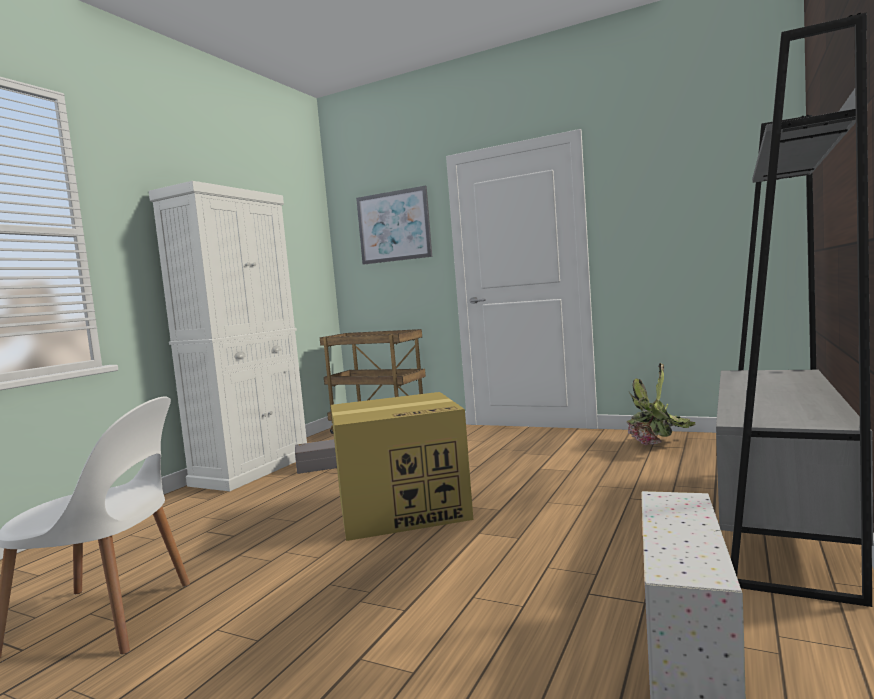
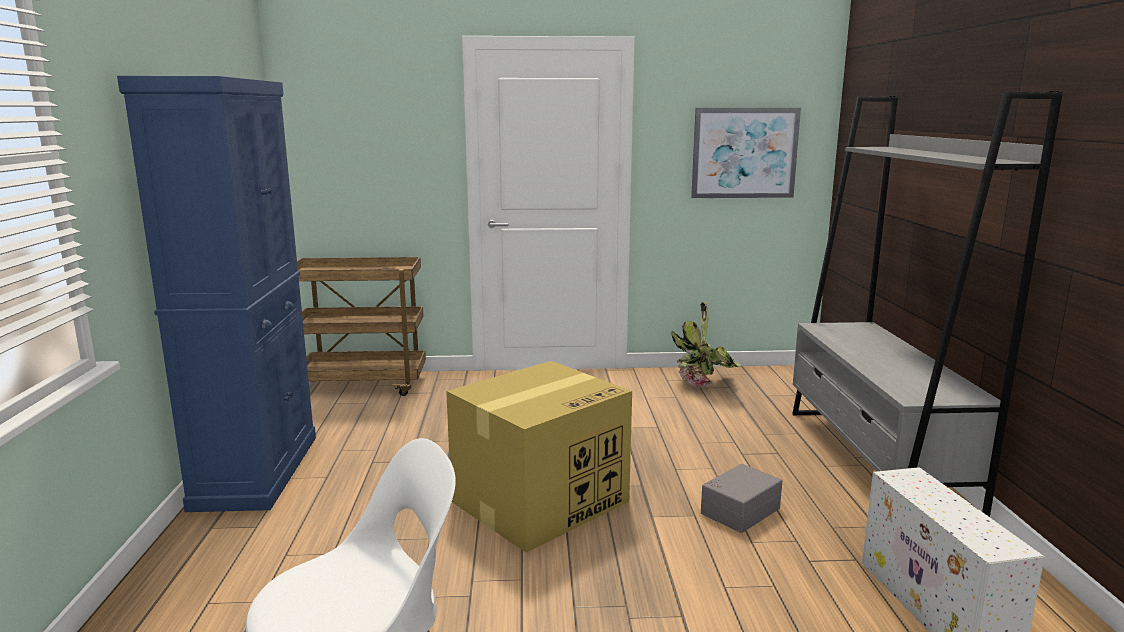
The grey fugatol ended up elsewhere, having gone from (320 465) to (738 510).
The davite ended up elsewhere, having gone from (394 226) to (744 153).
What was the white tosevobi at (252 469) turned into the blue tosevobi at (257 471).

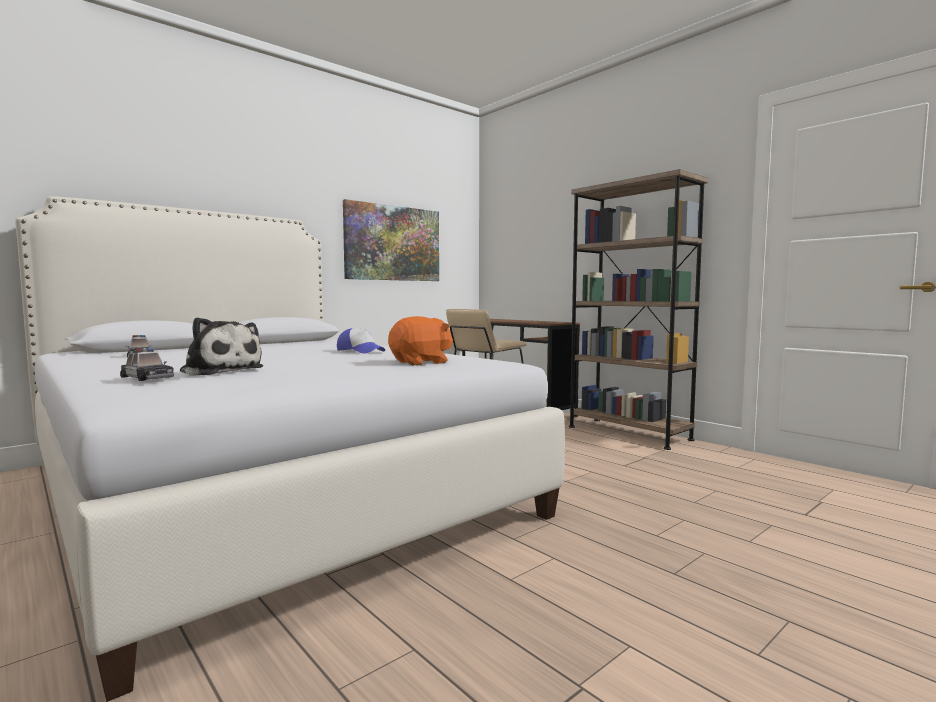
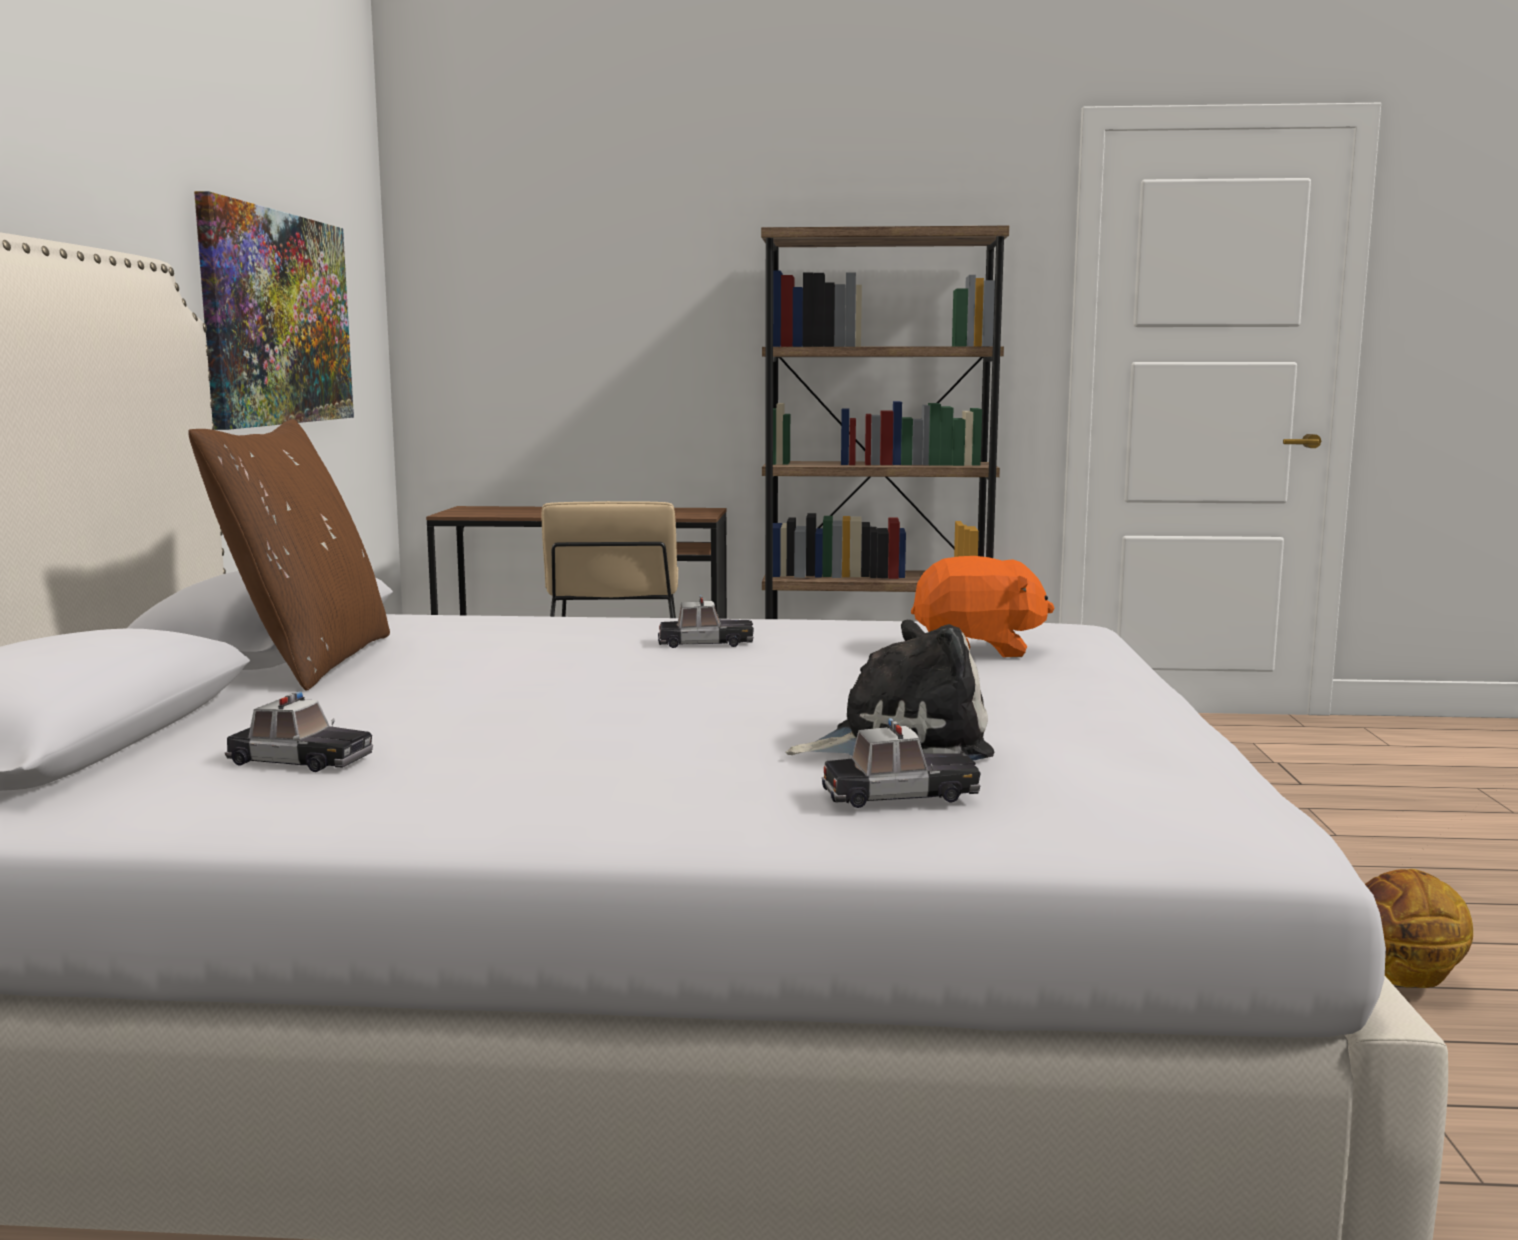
The second view gained the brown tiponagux at (309 661).
The second view gained the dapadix at (1402 981).
Where the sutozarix stood at (361 351), the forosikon came to stand at (705 642).
The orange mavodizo at (421 362) ended up facing another way, 75 degrees clockwise from before.

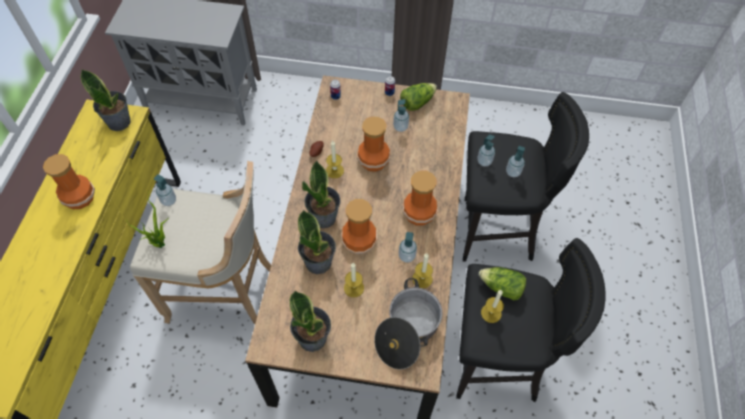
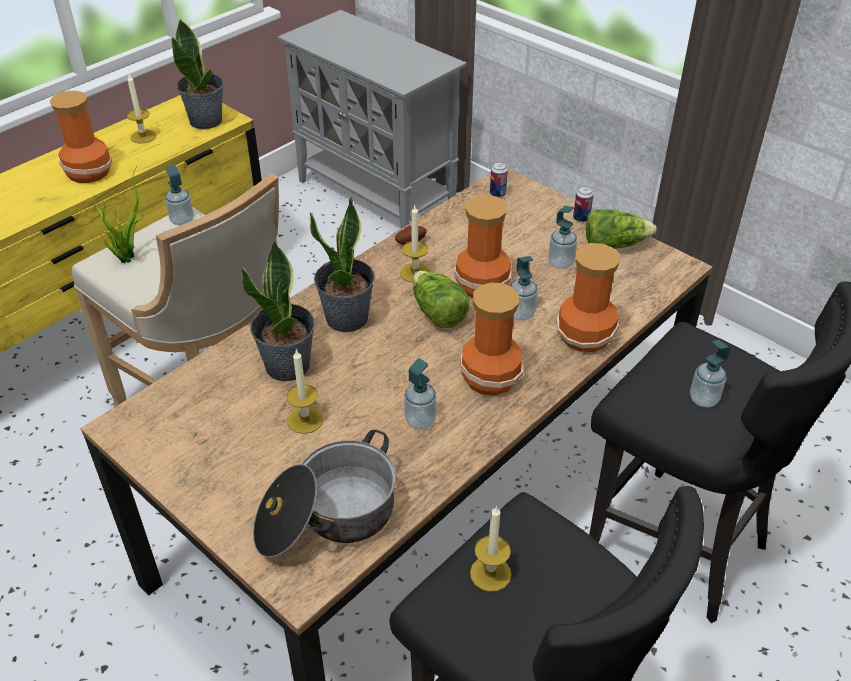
The second view lost the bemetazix at (313 338).
The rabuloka ended up elsewhere, having gone from (359 240) to (586 335).
The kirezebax ended up elsewhere, having gone from (422 279) to (143 136).
The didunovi ended up elsewhere, having gone from (484 161) to (521 314).
The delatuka ended up elsewhere, having gone from (501 288) to (437 313).

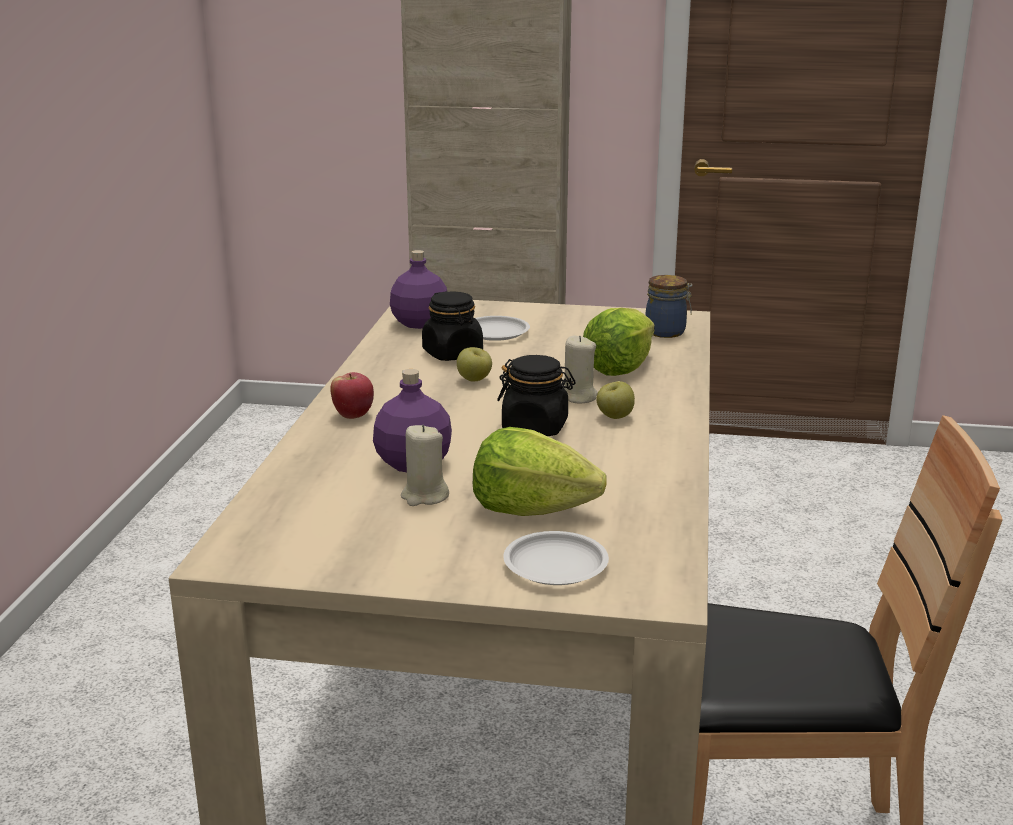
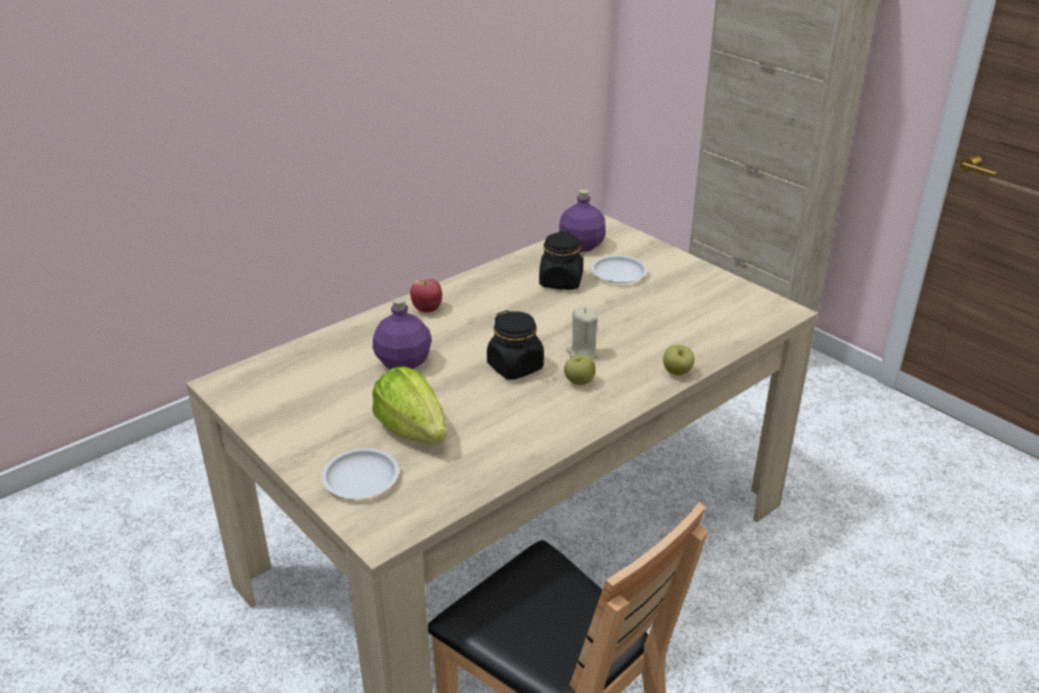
The second view lost the beige kirezebax at (424 496).
The second view lost the delatuka at (619 367).
The second view lost the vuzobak at (667 332).
The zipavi ended up elsewhere, having gone from (474 380) to (677 372).

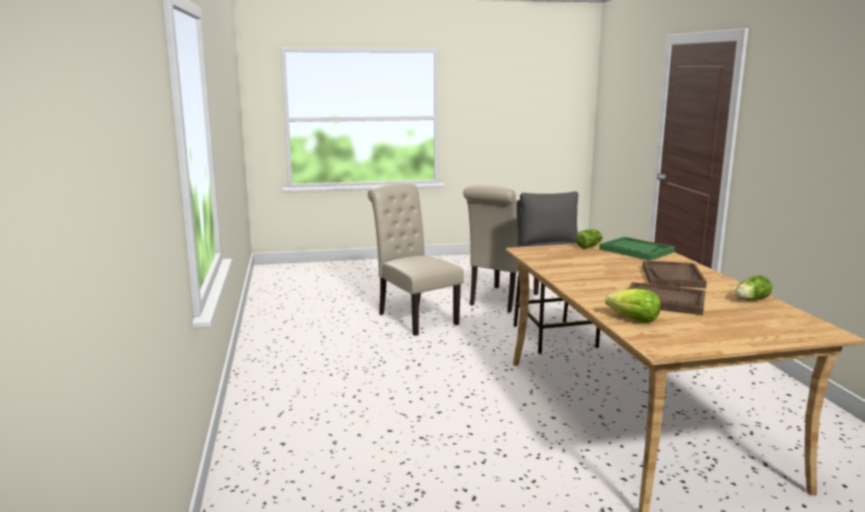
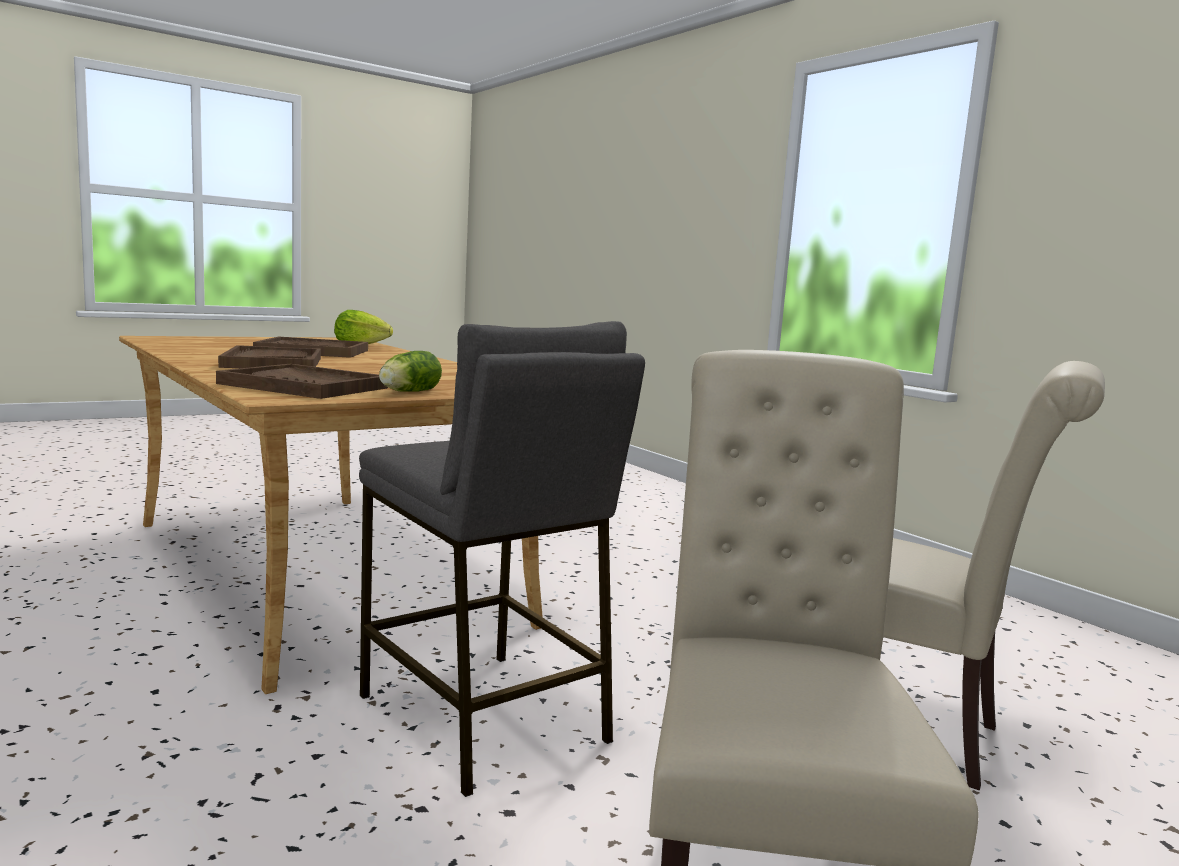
The second view lost the delatuka at (750 300).
What was the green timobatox at (636 250) turned into the brown timobatox at (304 386).

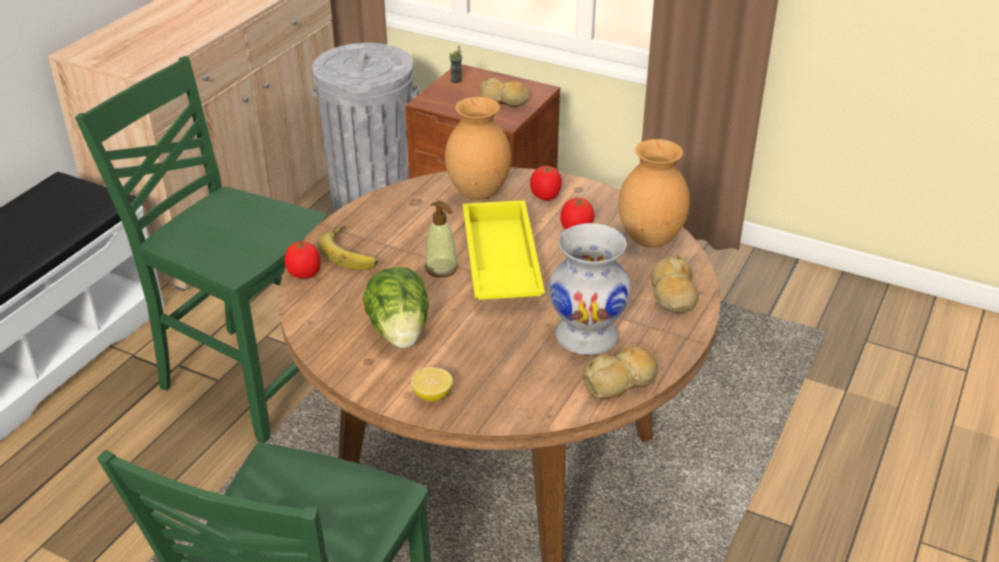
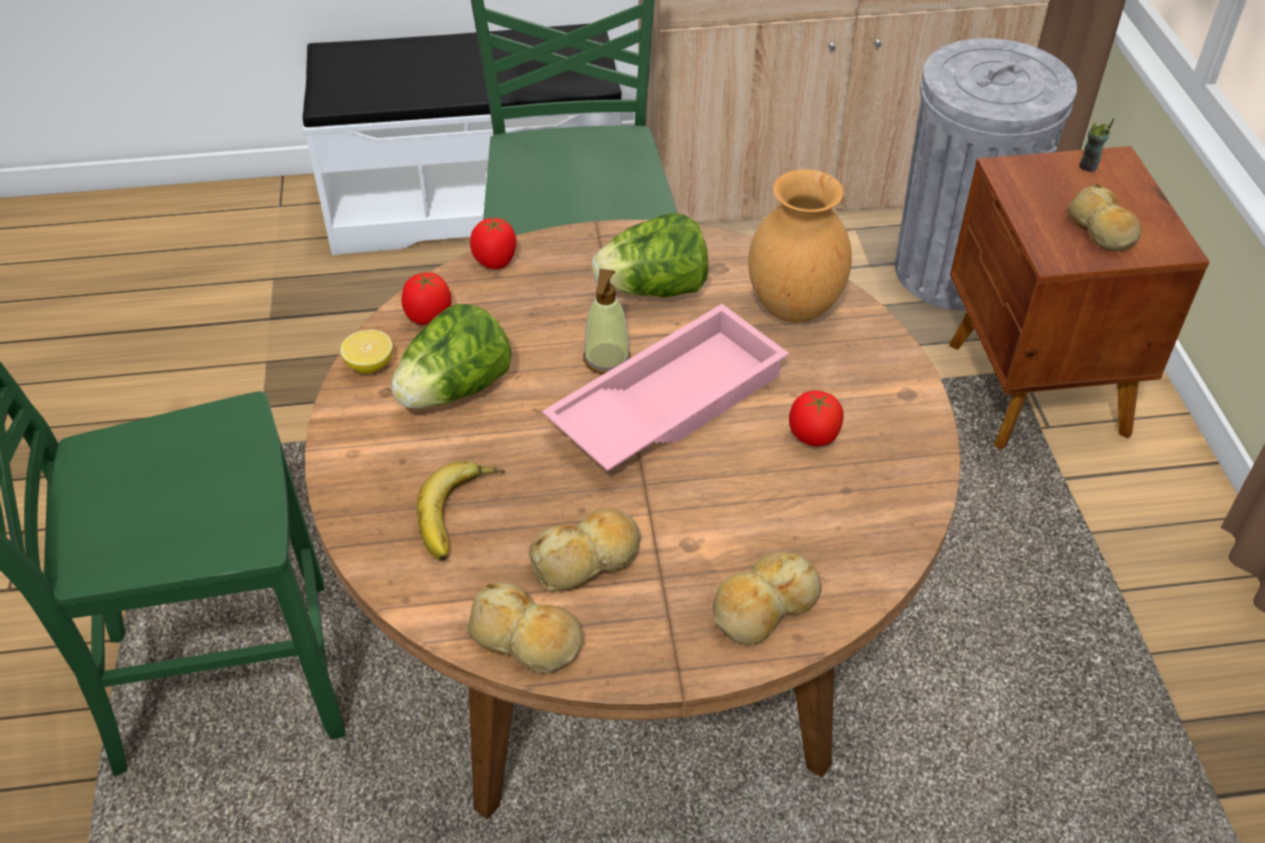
The second view lost the brown rabuloka at (649 240).
The second view gained the delatuka at (654 290).
The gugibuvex ended up elsewhere, having gone from (352 252) to (462 515).
The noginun ended up elsewhere, having gone from (432 395) to (370 364).
The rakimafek ended up elsewhere, having gone from (545 196) to (428 316).
Where the white rabuloka stood at (585 337), the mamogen came to stand at (587 559).
What was the yellow timobatox at (498 262) turned into the pink timobatox at (667 401).

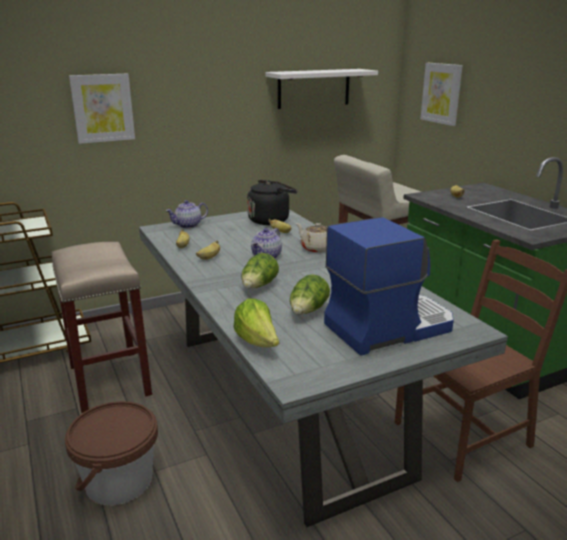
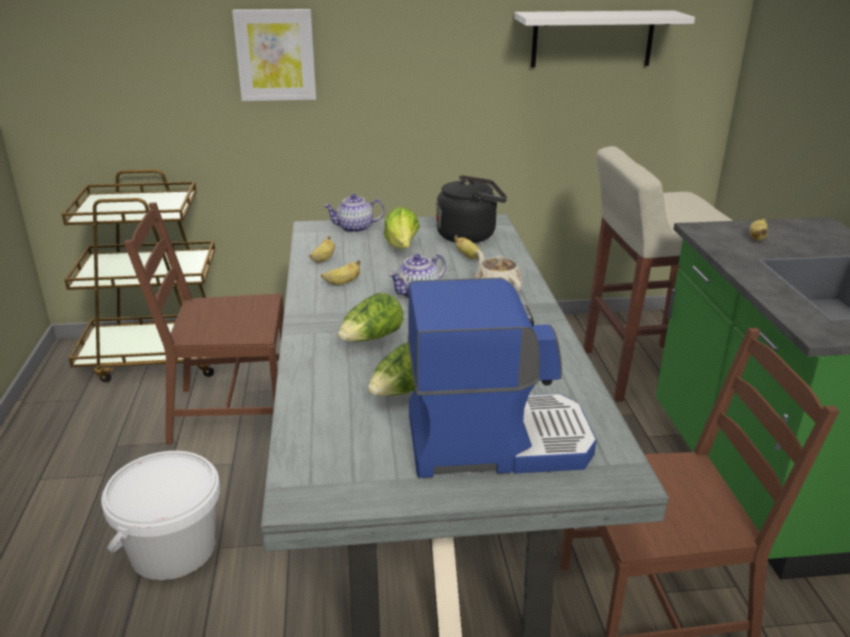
The second view lost the davite at (442 93).
The delatuka ended up elsewhere, having gone from (258 342) to (402 248).
Where the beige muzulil stood at (108 379), the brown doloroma came to stand at (230 413).
What was the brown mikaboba at (119 480) turned into the white mikaboba at (173 549).

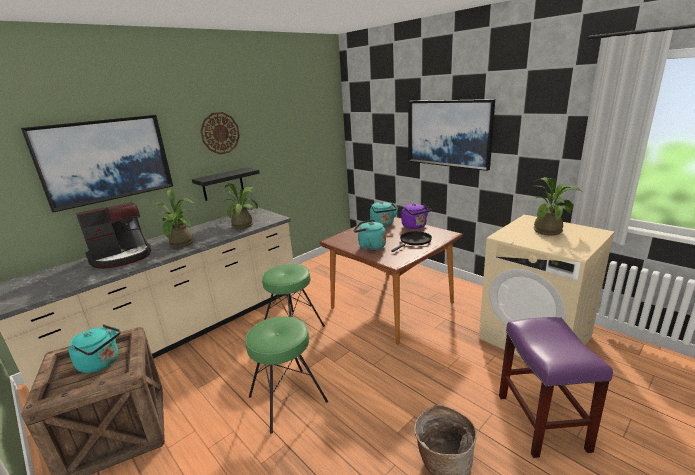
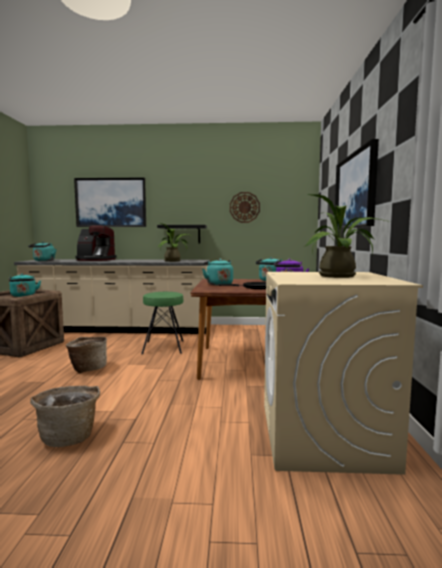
The second view lost the bemetazix at (181 244).
The second view lost the purple muzulil at (543 422).
The second view gained the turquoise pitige at (43 261).
The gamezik ended up elsewhere, having gone from (220 133) to (244 207).
Where the green muzulil stood at (287 398), the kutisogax came to stand at (87 369).

